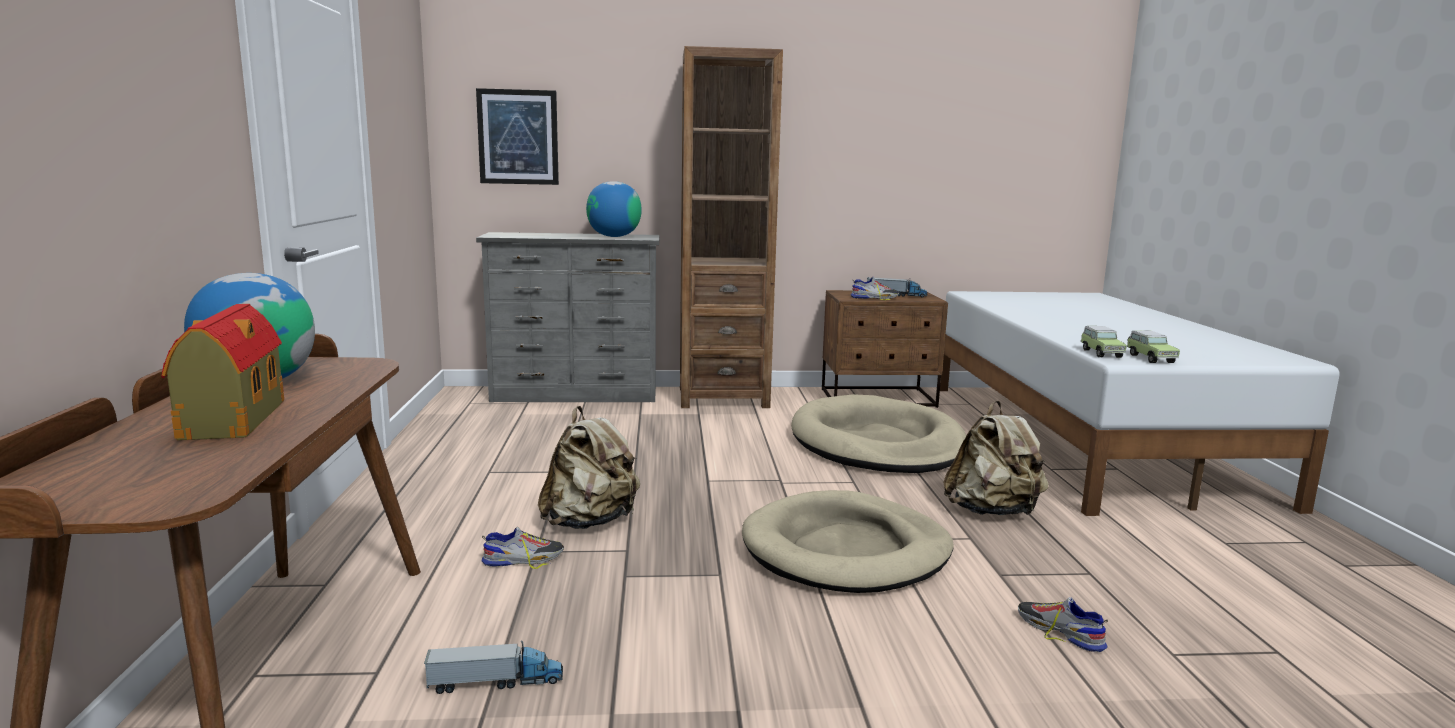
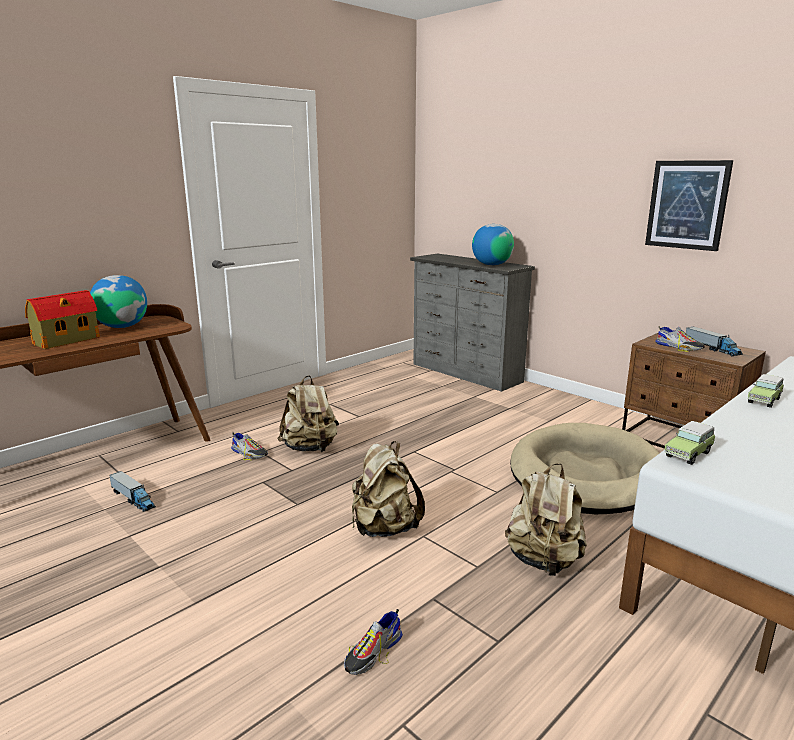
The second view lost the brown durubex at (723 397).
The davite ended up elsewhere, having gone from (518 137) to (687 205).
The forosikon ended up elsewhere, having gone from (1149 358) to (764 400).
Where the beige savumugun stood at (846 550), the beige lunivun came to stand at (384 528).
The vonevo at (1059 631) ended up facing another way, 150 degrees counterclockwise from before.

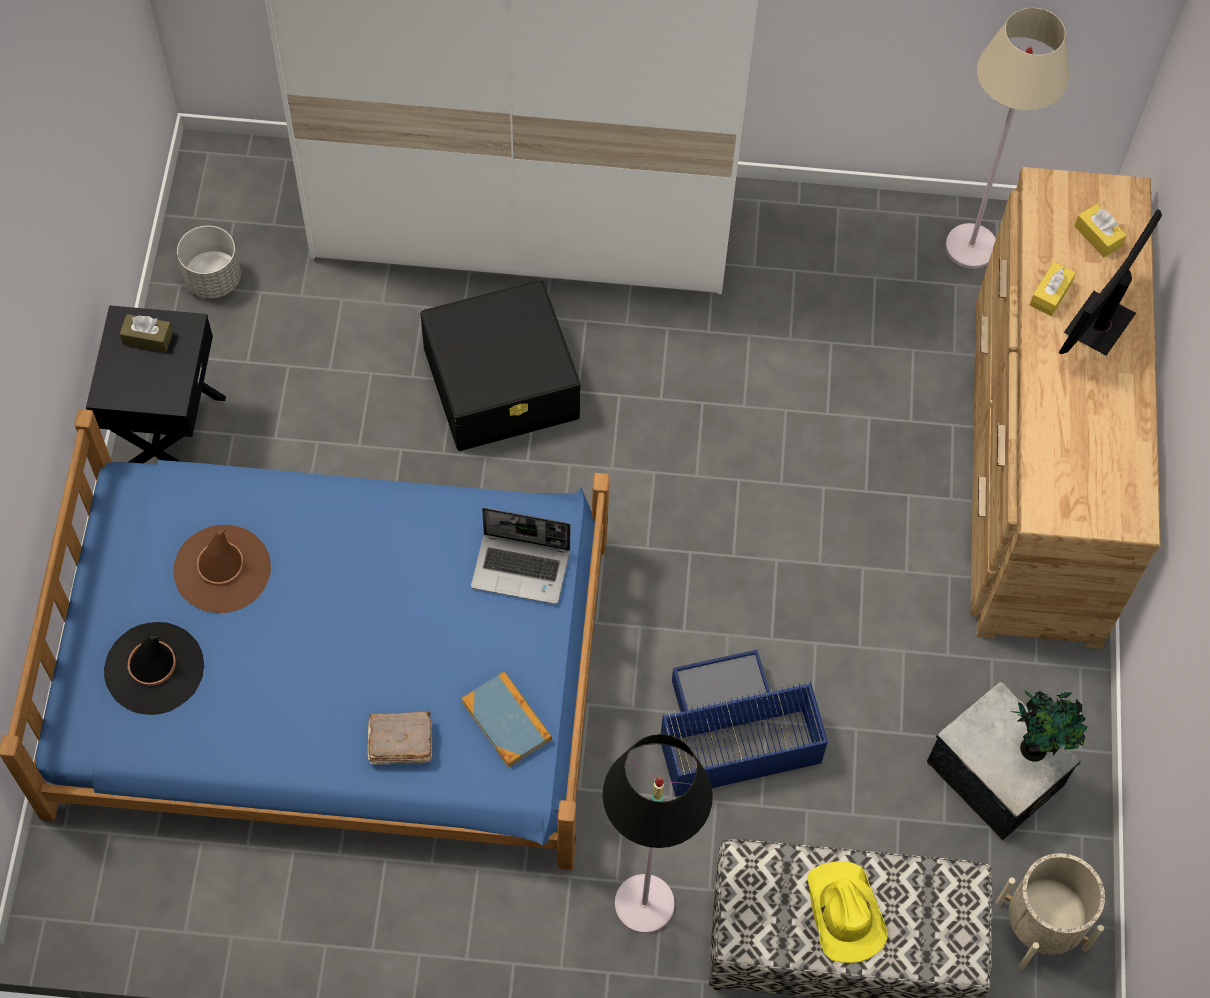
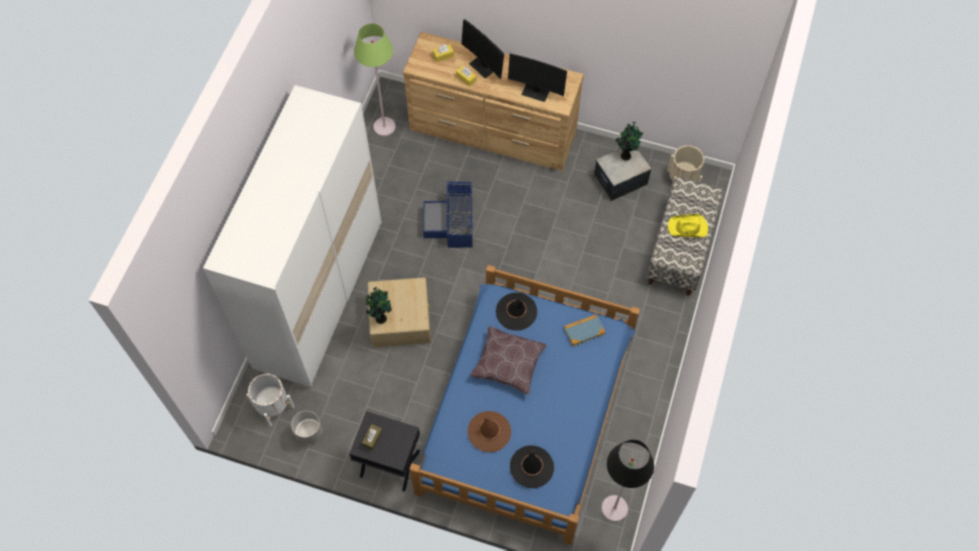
The second view lost the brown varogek at (399 742).
The second view gained the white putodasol at (273 406).
The second view gained the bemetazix at (380 318).
The second view gained the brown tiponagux at (508 364).
The second view gained the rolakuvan at (536 91).
The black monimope ended up elsewhere, having gone from (644 905) to (614 508).
The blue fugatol ended up elsewhere, having gone from (732 734) to (452 222).
Where the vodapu stood at (522 568), the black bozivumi came to stand at (516 312).
What was the black fugatol at (502 382) turned into the beige fugatol at (400 318).
What was the beige monimope at (971 246) turned into the green monimope at (384 127).

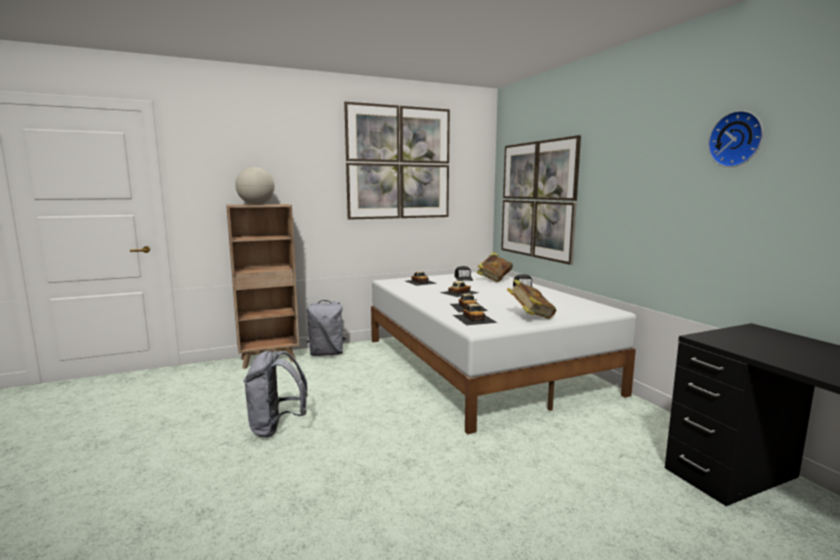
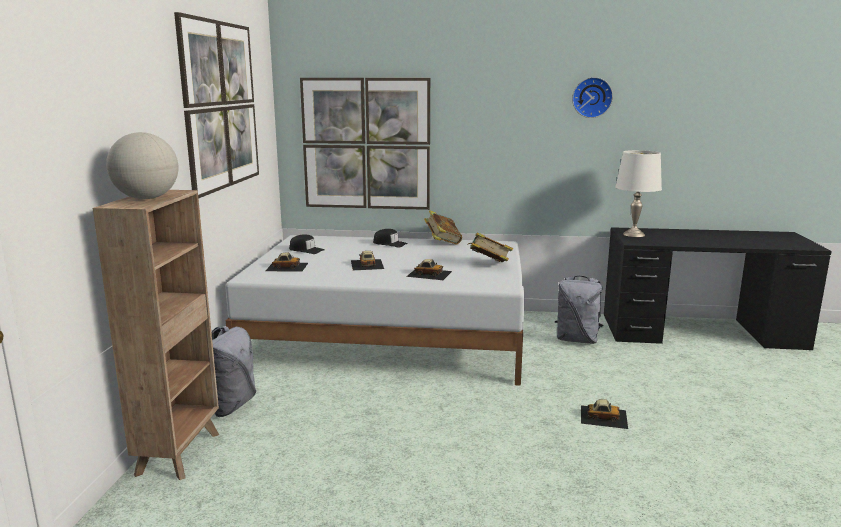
The second view gained the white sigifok at (633 234).
The grey lunivun ended up elsewhere, having gone from (276 428) to (577 340).
The forosikon ended up elsewhere, having gone from (474 318) to (603 416).
The varogek ended up elsewhere, having gone from (494 280) to (442 242).

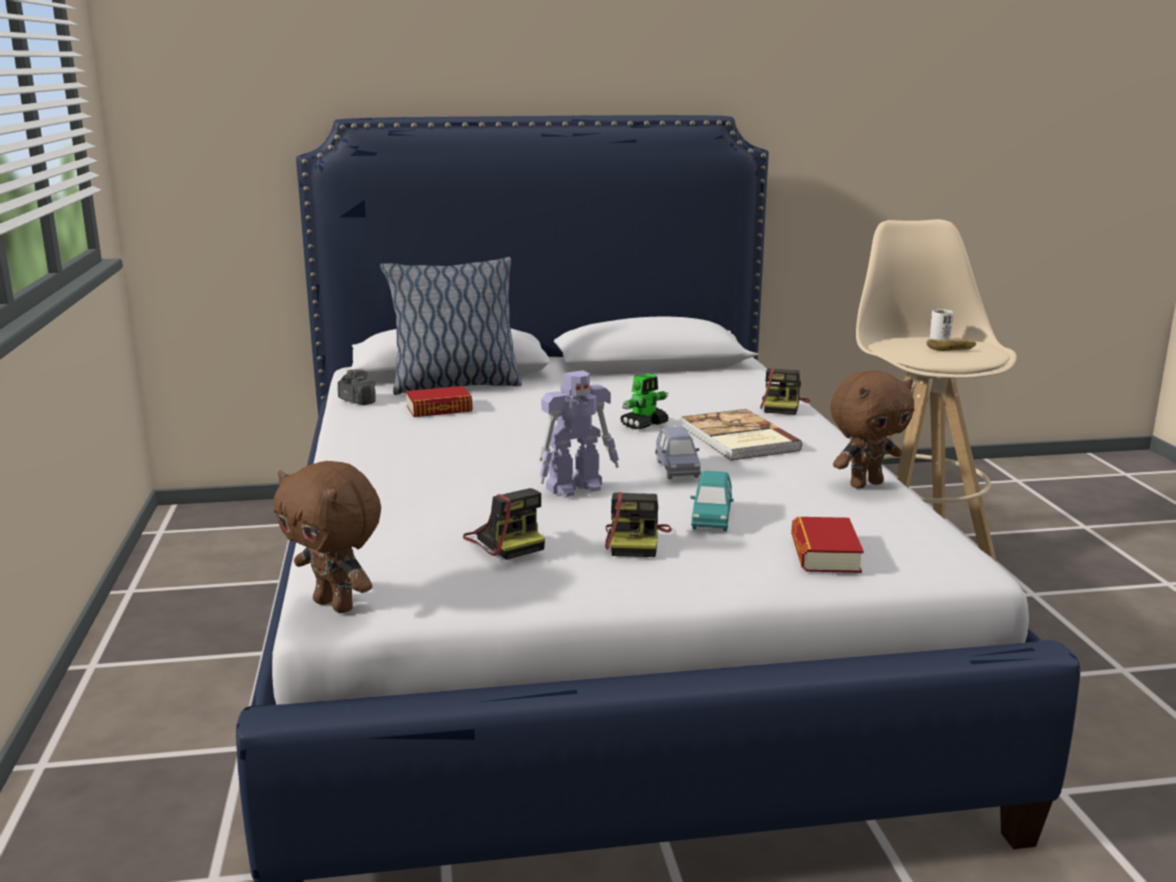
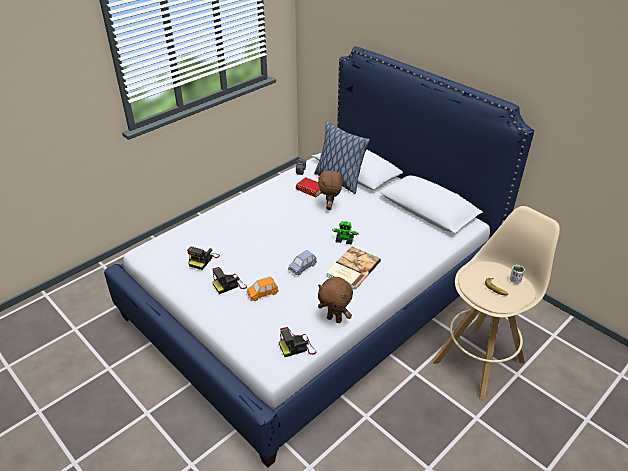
The second view lost the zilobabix at (576 487).
The second view lost the varogek at (825 554).
The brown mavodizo ended up elsewhere, having gone from (336 605) to (330 207).
The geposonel ended up elsewhere, having gone from (783 406) to (297 347).
What was the turquoise forosikon at (711 519) turned into the orange forosikon at (262 294).

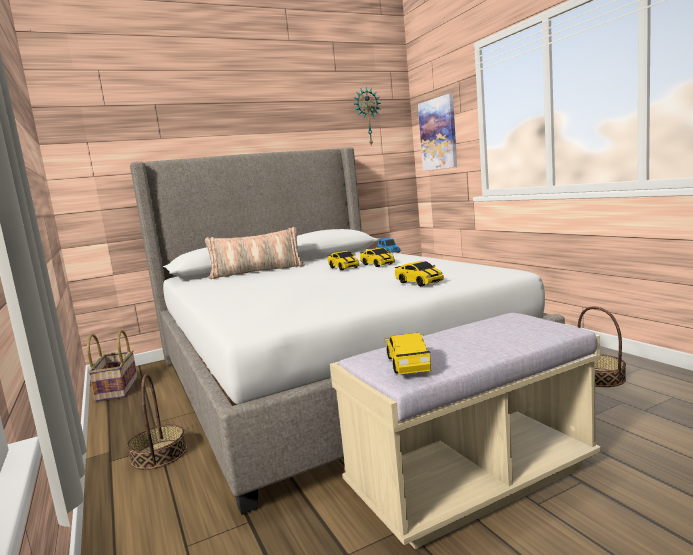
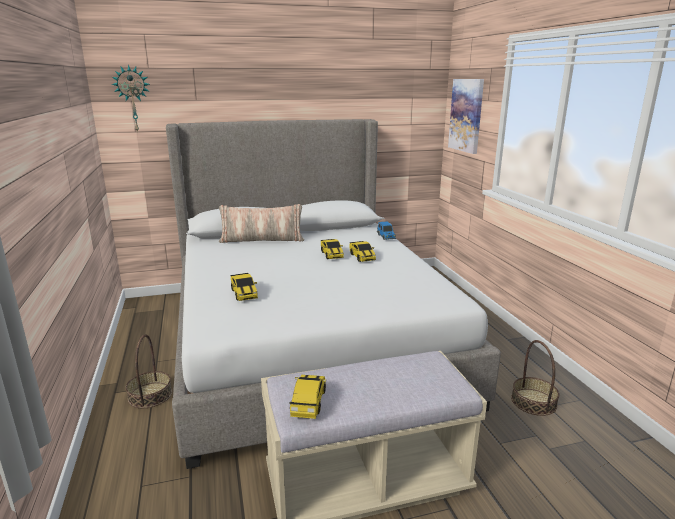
The second view lost the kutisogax at (116 389).
The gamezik ended up elsewhere, having gone from (367 117) to (133 99).
The forosikon ended up elsewhere, having gone from (419 282) to (244 293).

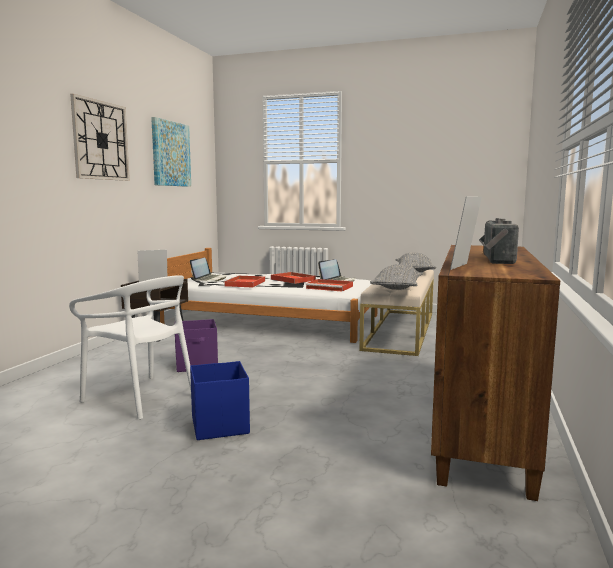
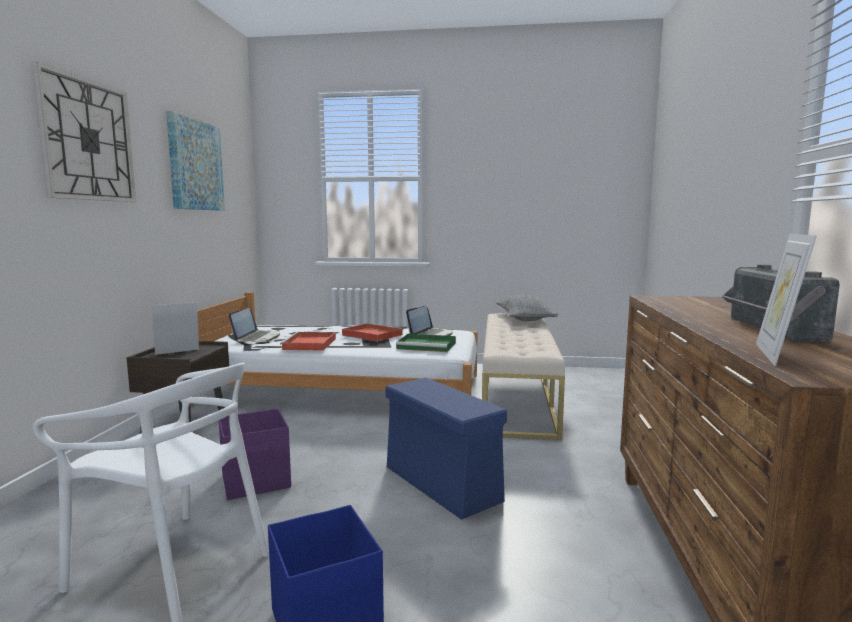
The second view lost the grey tiponagux at (397 288).
The second view gained the blue fugatol at (443 484).
What was the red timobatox at (330 287) turned into the green timobatox at (428 345).

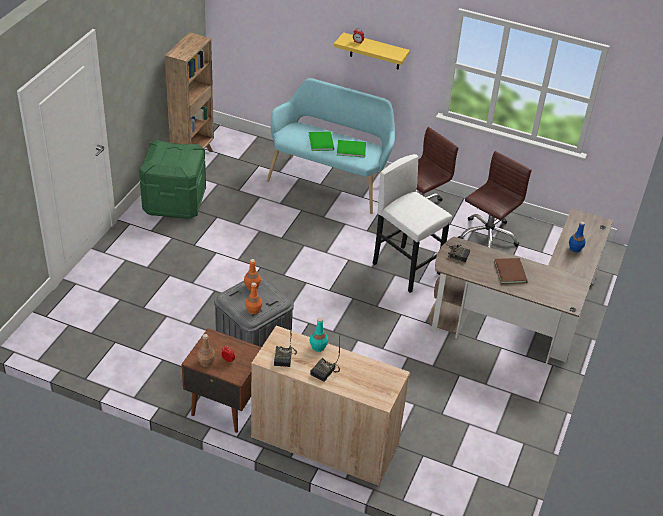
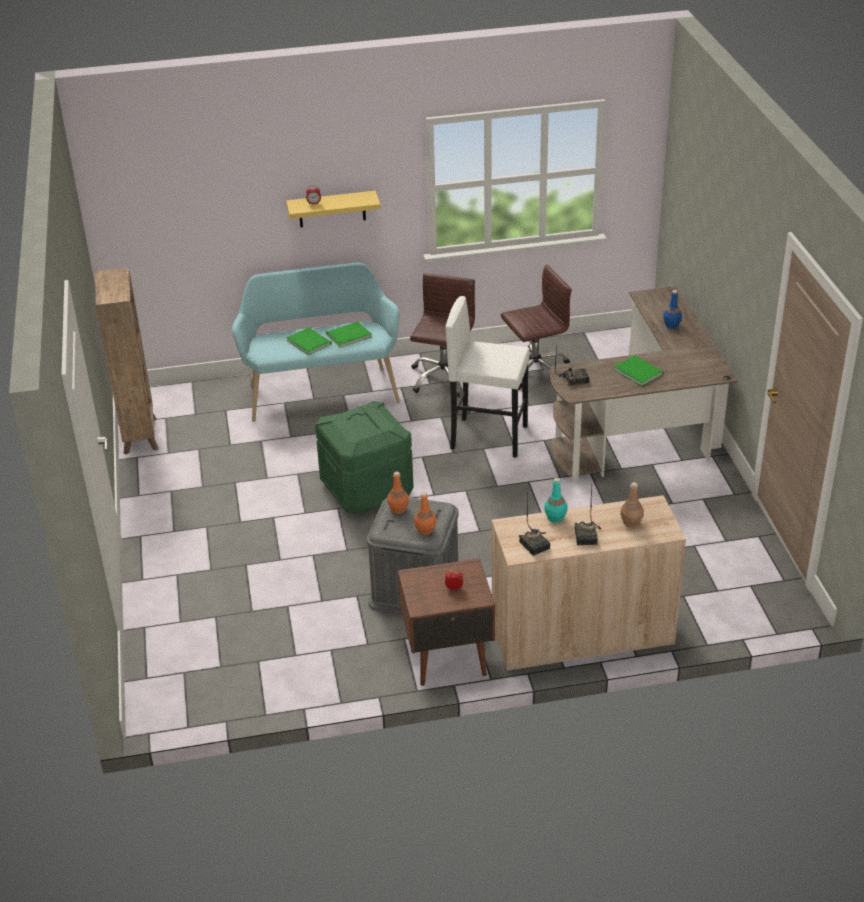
The green fugatol ended up elsewhere, having gone from (174 202) to (366 488).
The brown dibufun ended up elsewhere, having gone from (206 362) to (631 522).
What was the brown varogek at (511 271) turned into the green varogek at (638 371).
The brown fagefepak at (487 236) ended up facing another way, 60 degrees clockwise from before.

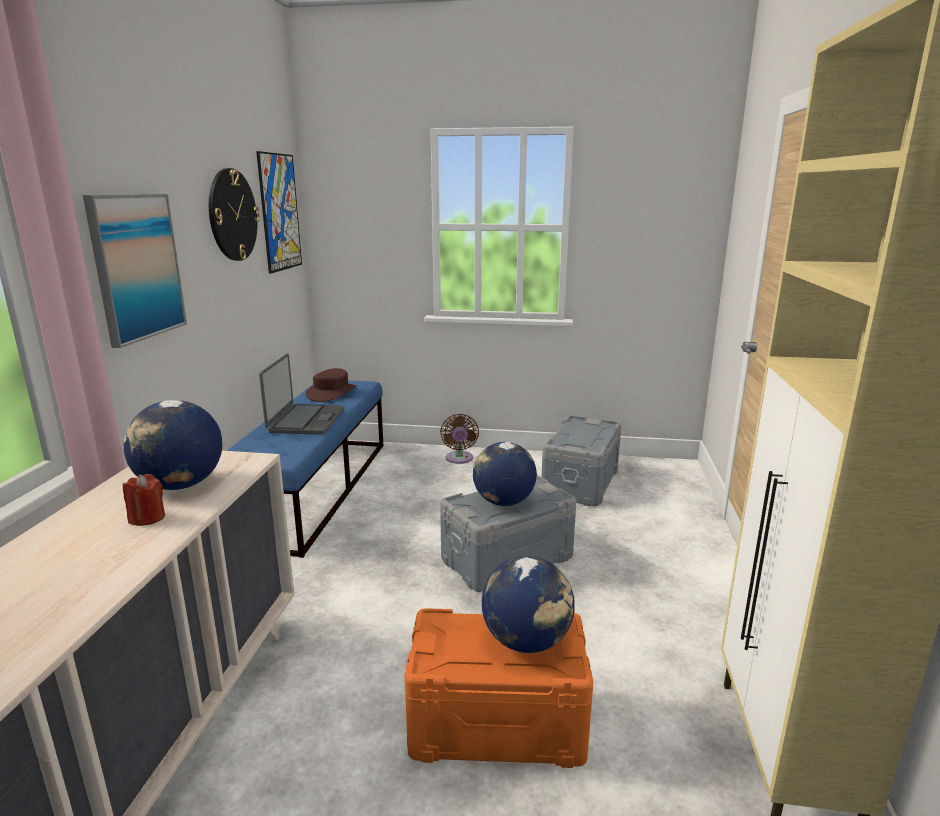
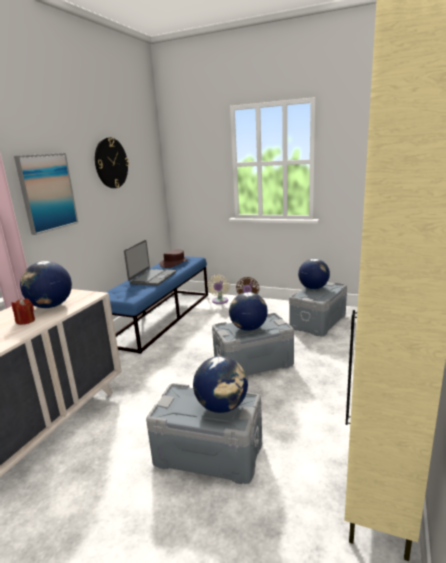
The second view lost the davite at (280 212).
The second view gained the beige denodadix at (220 301).
The second view gained the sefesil at (313 288).
What was the orange fugatol at (497 723) turned into the grey fugatol at (208 454).

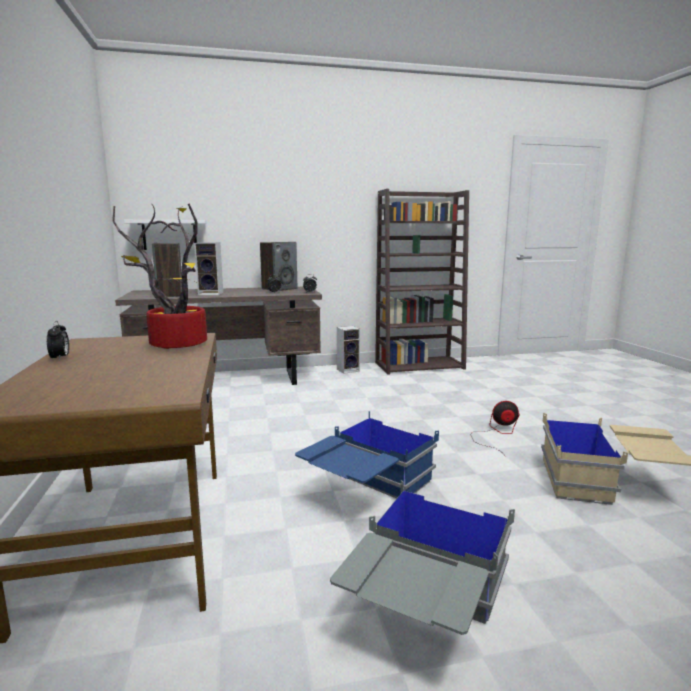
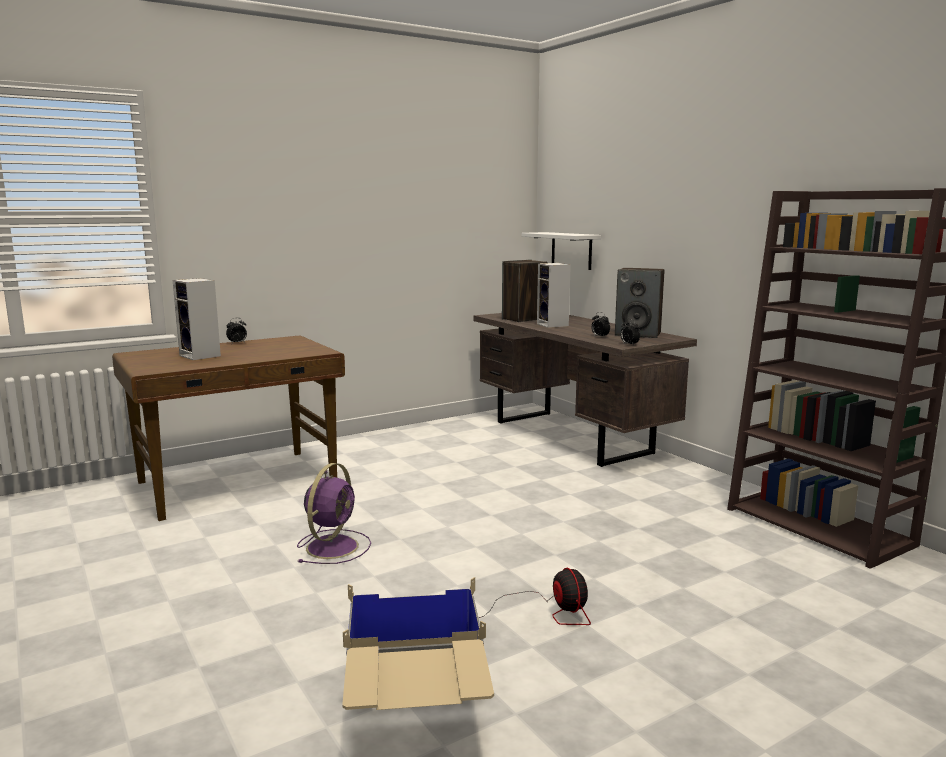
The second view lost the bemetazix at (173 344).
The second view lost the grey fugatol at (424 608).
The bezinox ended up elsewhere, having gone from (348 370) to (201 356).
Where the blue fugatol stood at (367 490), the purple denodadix came to stand at (333 546).

